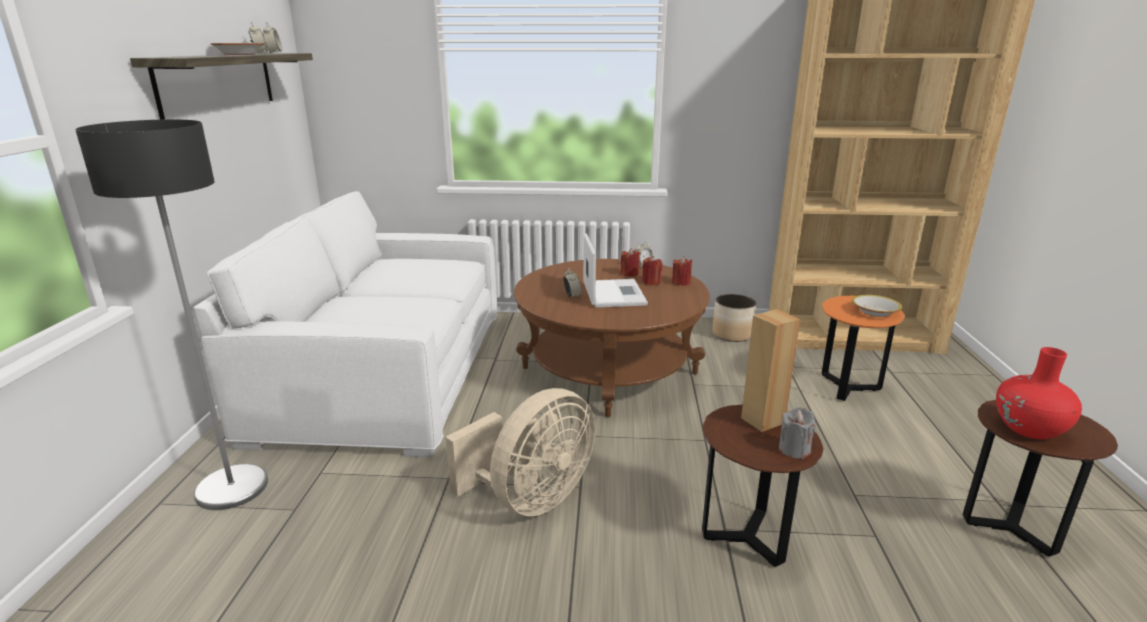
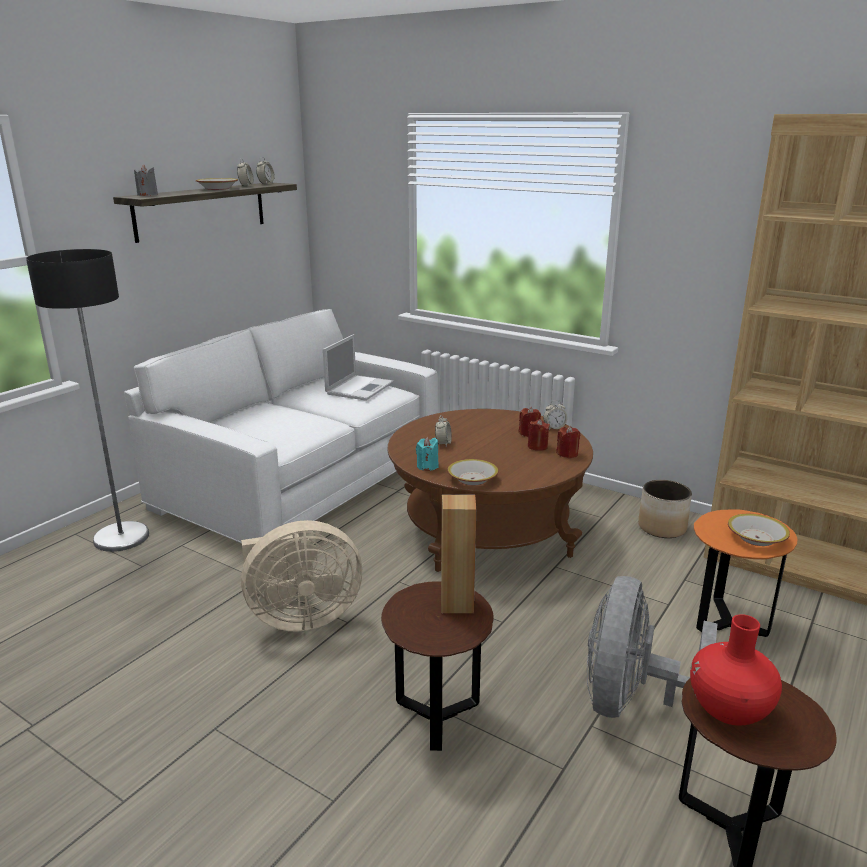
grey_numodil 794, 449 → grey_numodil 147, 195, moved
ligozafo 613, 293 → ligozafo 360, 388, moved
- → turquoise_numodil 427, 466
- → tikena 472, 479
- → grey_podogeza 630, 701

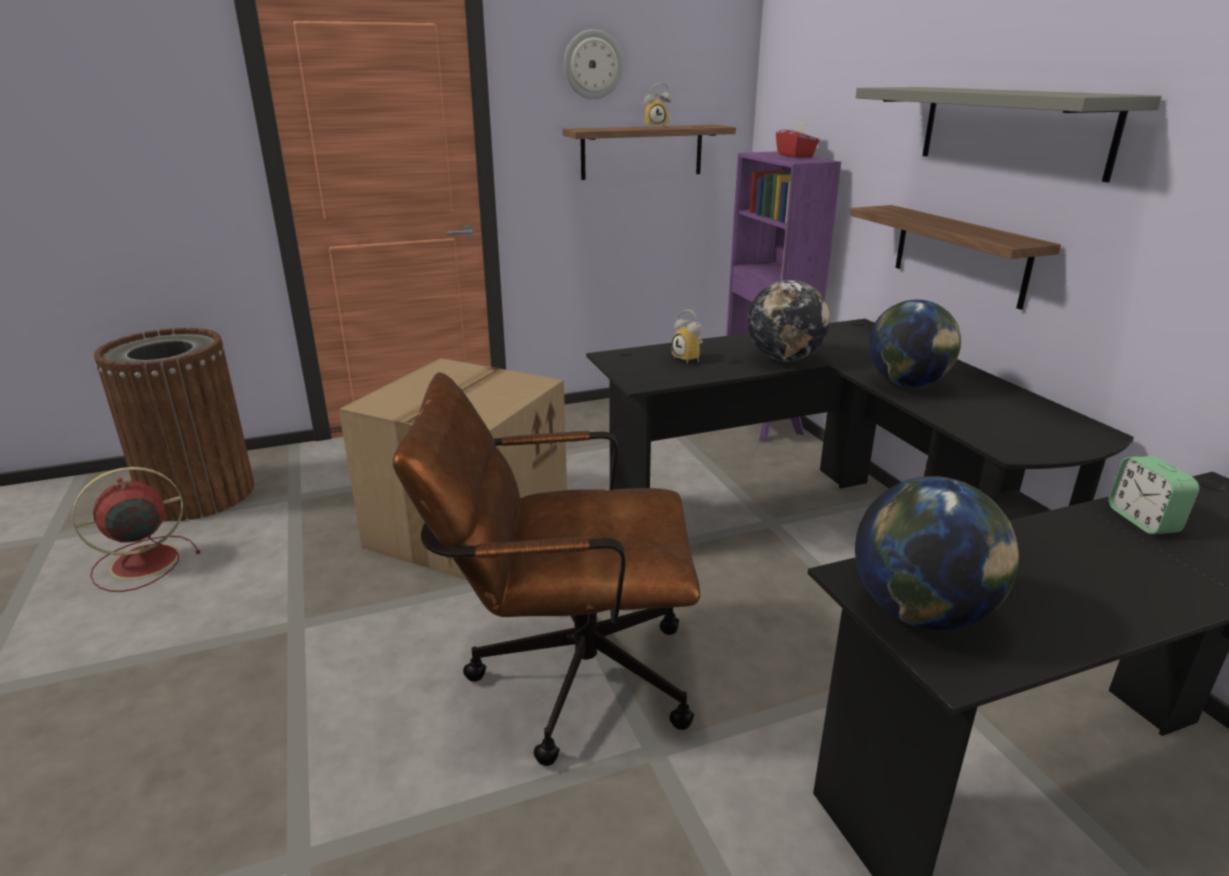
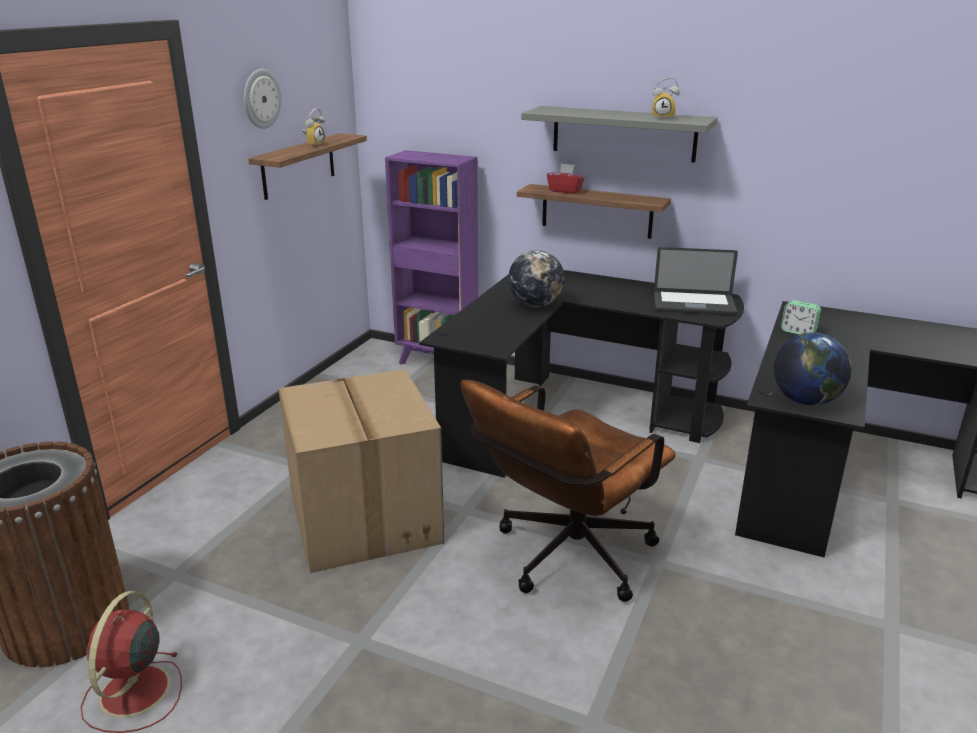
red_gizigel 795, 156 → red_gizigel 565, 191, moved
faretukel 690, 359 → faretukel 663, 118, moved
- → ligozafo 693, 305
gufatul 907, 384 → -

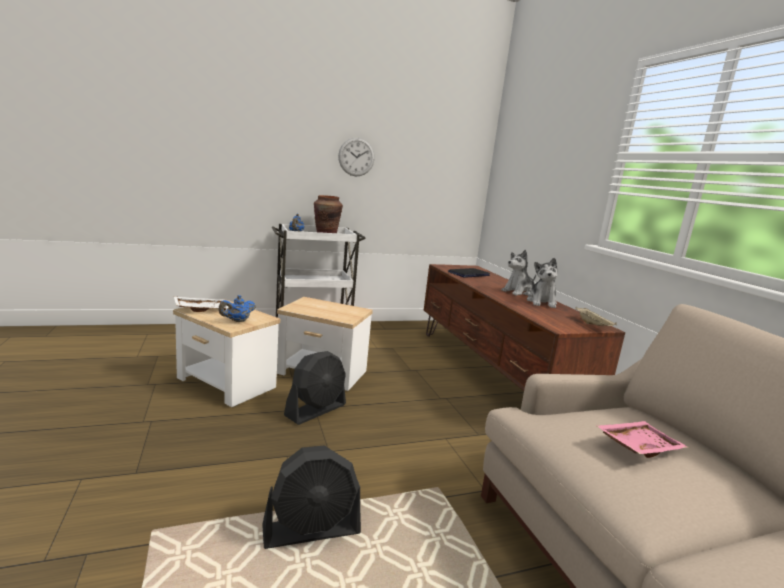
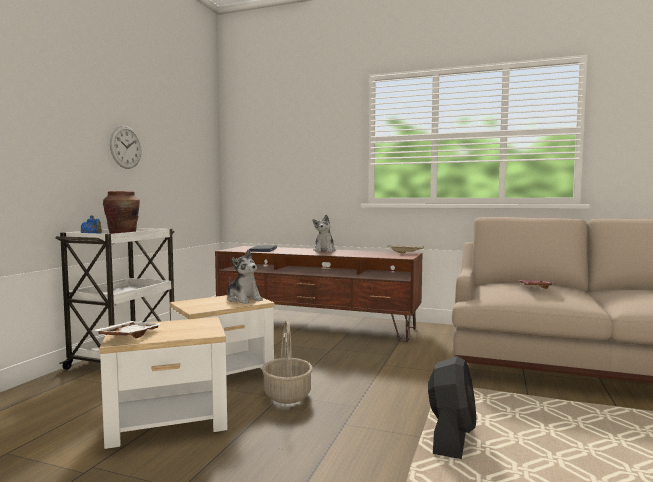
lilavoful 541, 302 → lilavoful 243, 299, moved
black_podogeza 316, 410 → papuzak 287, 395
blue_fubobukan 237, 321 → -

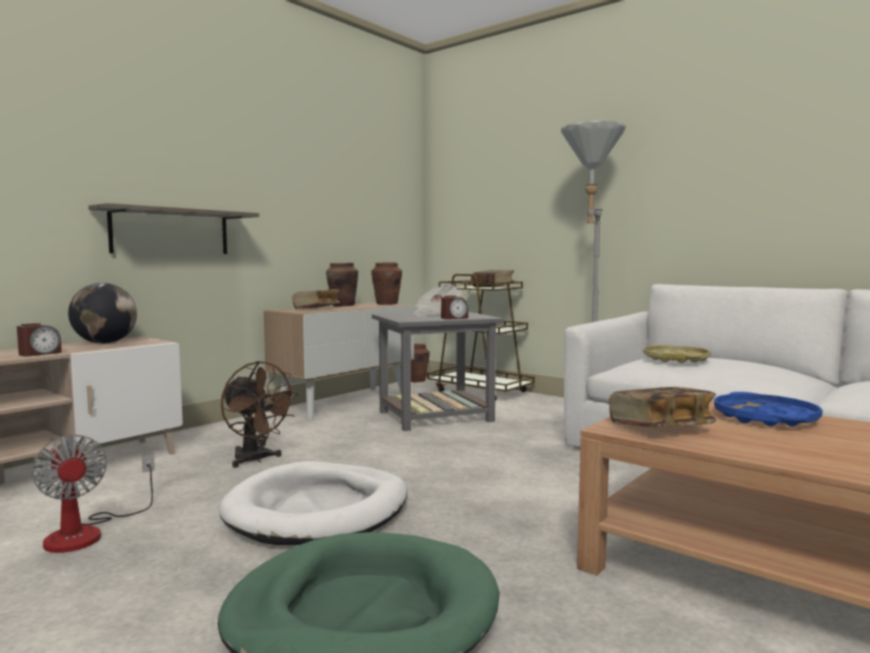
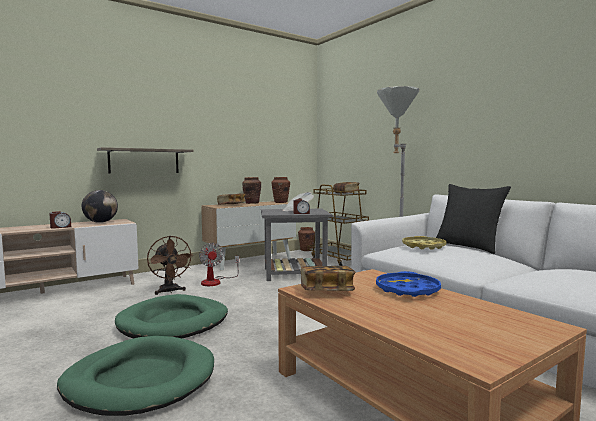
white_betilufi 318, 510 → green_betilufi 174, 322
podogeza 88, 532 → podogeza 215, 281, moved
- → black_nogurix 468, 247

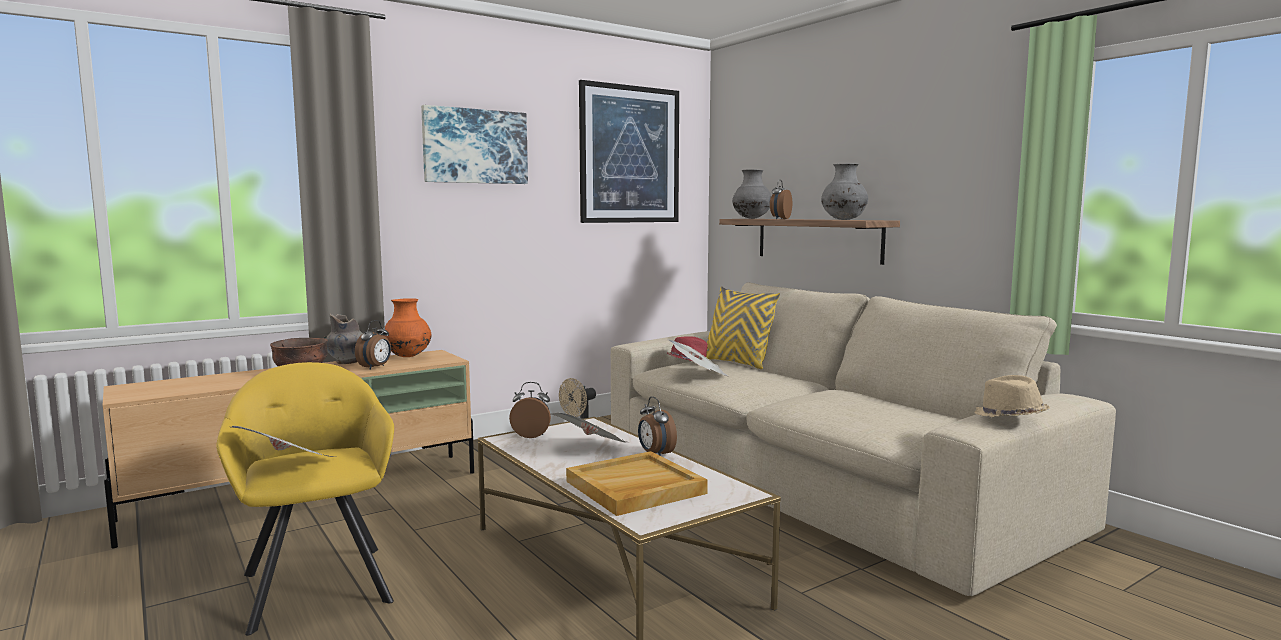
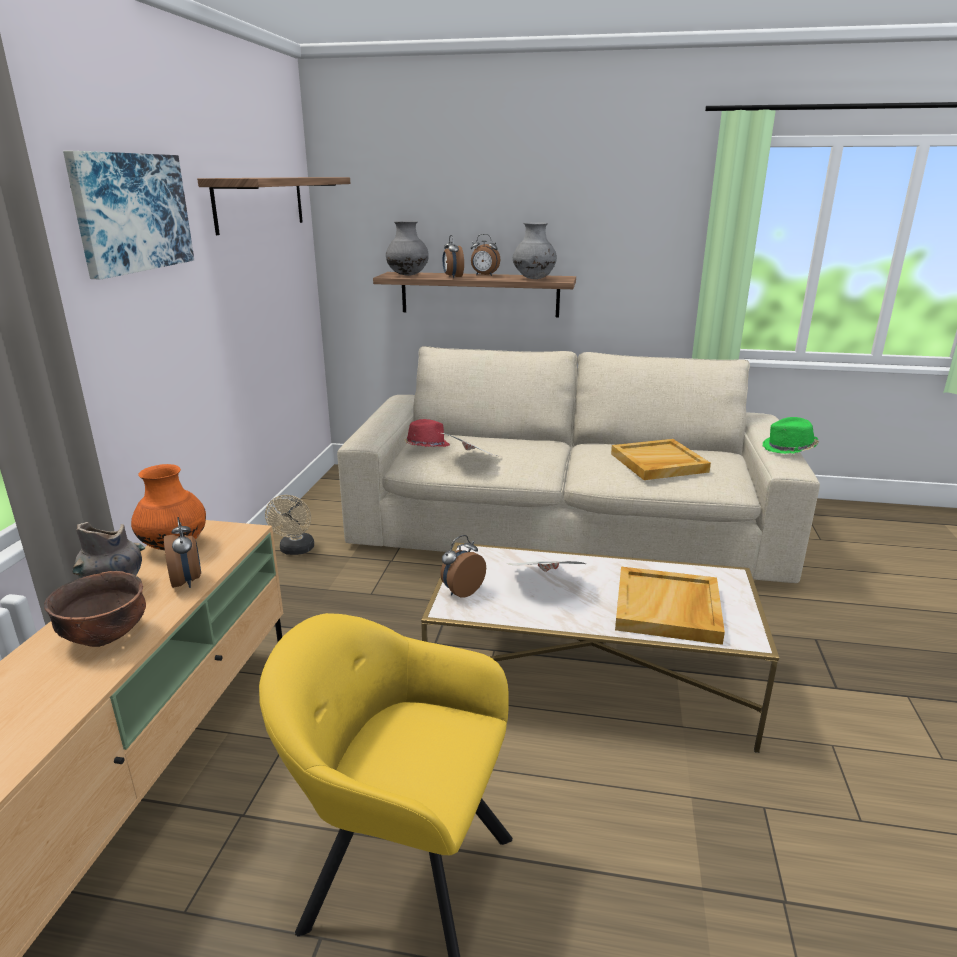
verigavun 630, 155 → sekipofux 260, 203
faretukel 655, 454 → faretukel 484, 275, moved
- → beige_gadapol 658, 463
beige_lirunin 1010, 417 → green_lirunin 789, 448
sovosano 286, 466 → -
yellow_nogurix 737, 363 → -

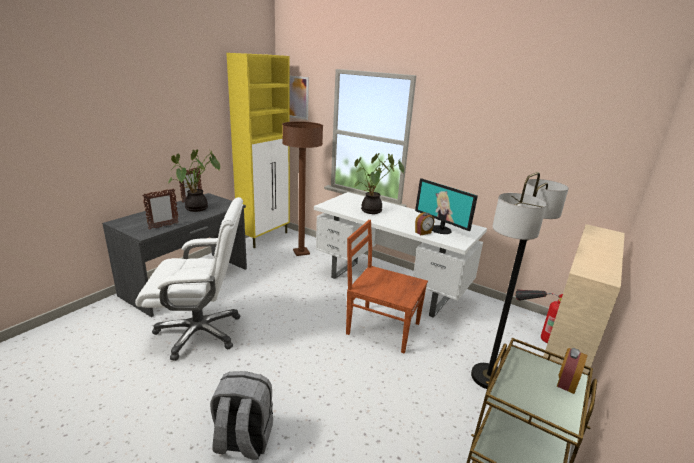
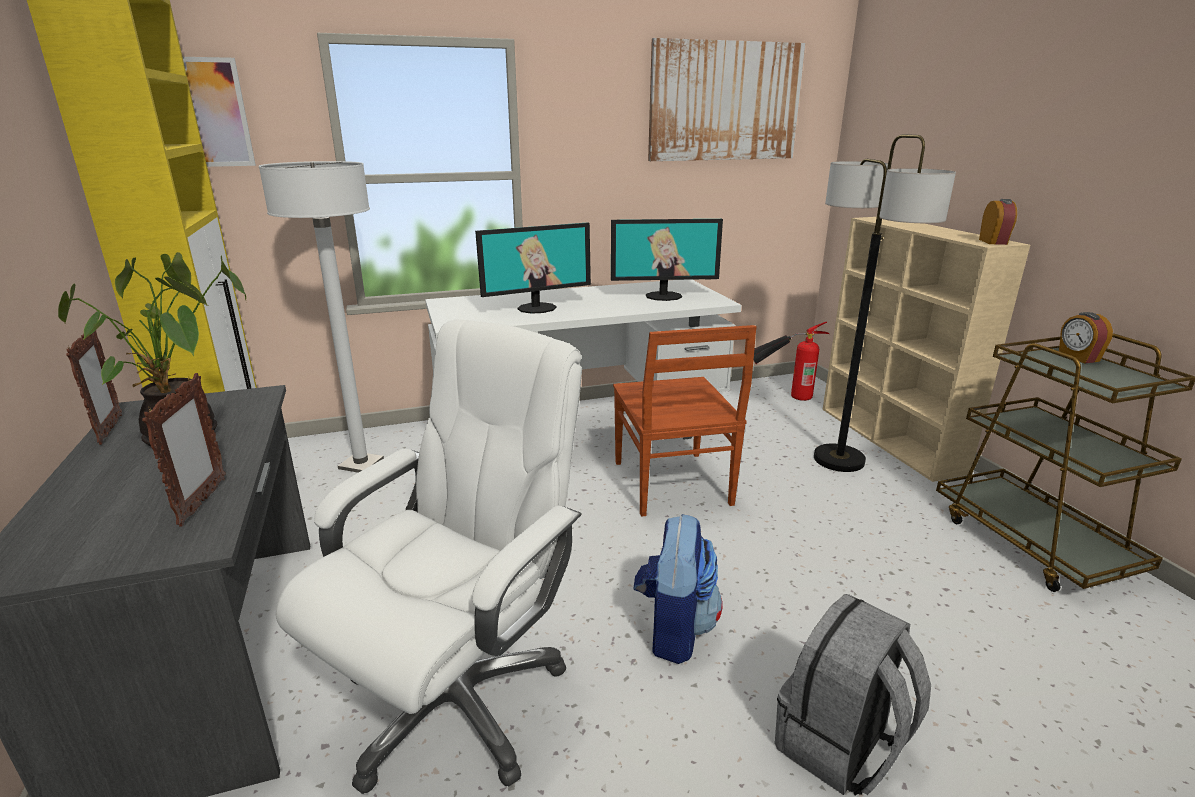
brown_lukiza 301, 252 → white_lukiza 361, 464
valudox 372, 211 → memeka 536, 308
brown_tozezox 381, 327 → brown_tozezox 672, 484, 75 degrees counterclockwise
- → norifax 673, 629
- → verigavun 725, 102
faretukel 423, 232 → faretukel 993, 242, moved

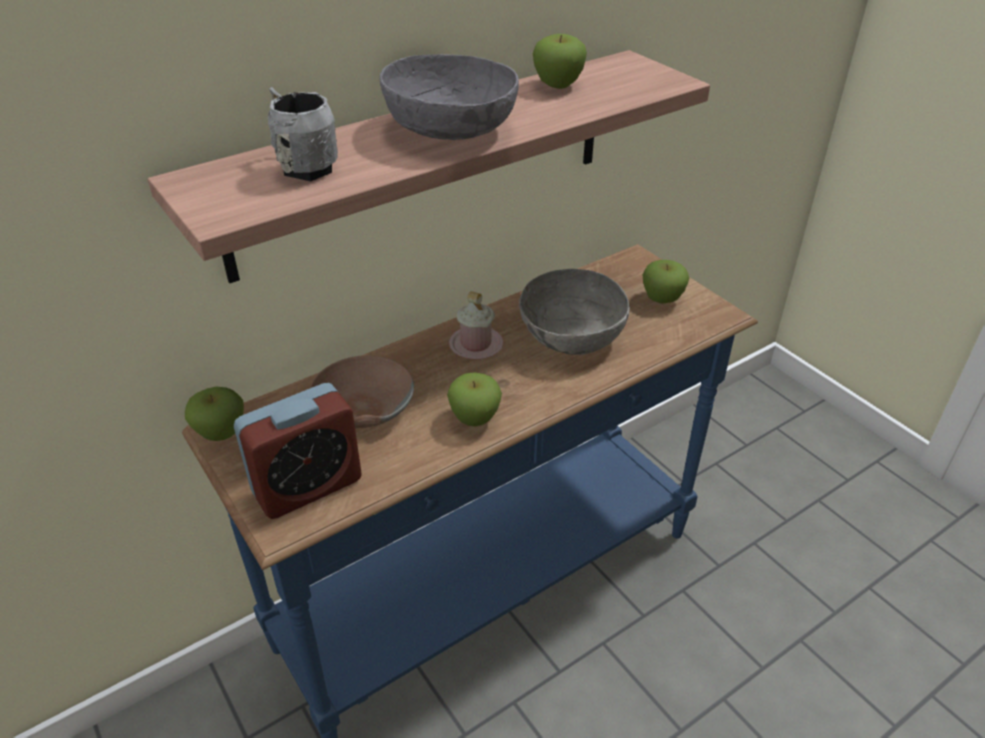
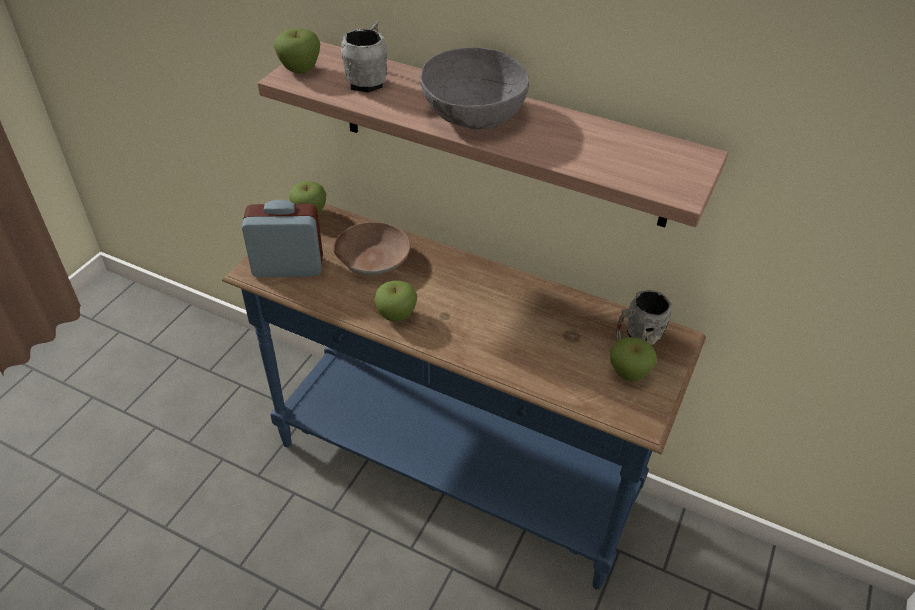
faretukel 307, 486 → faretukel 288, 267, 150 degrees clockwise
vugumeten 558, 85 → vugumeten 300, 69, moved
- → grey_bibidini 637, 336
pink_bibidini 476, 345 → -
grey_tikena 571, 336 → -

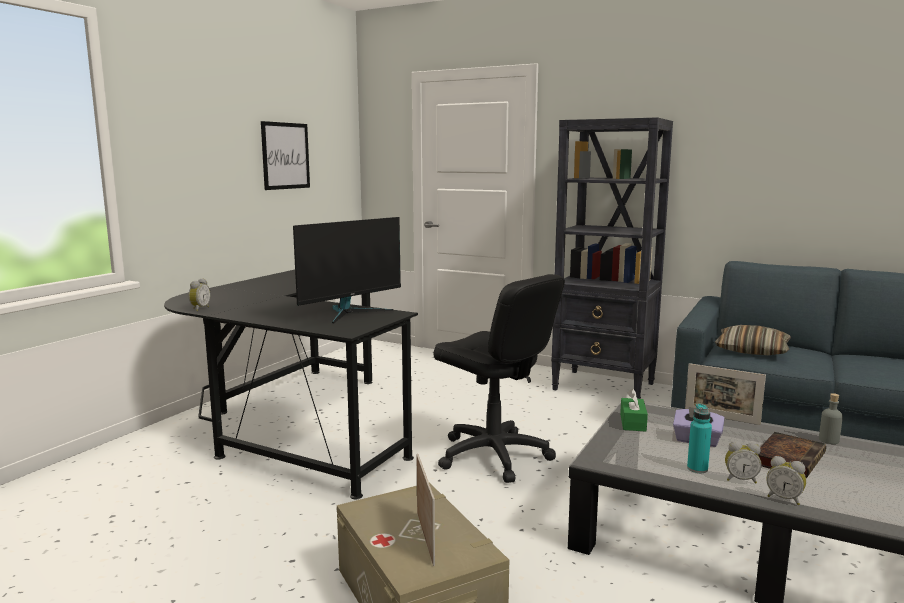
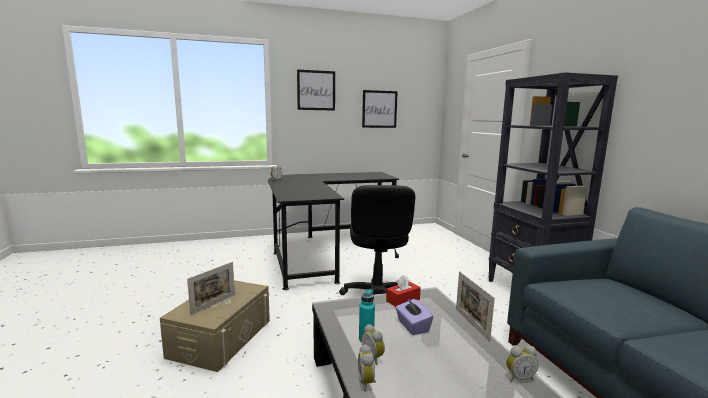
- → verigavun 316, 90
green_gizigel 633, 422 → red_gizigel 403, 300
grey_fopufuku 828, 440 → faretukel 519, 377
memeka 350, 313 → -
nogurix 752, 351 → -
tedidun 788, 458 → -

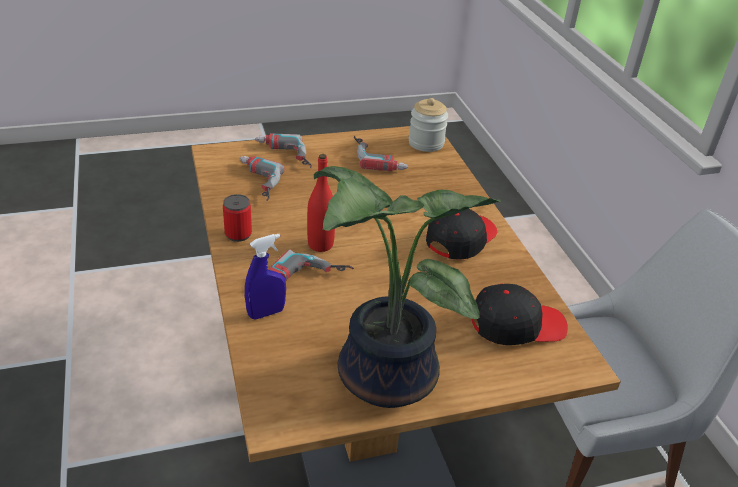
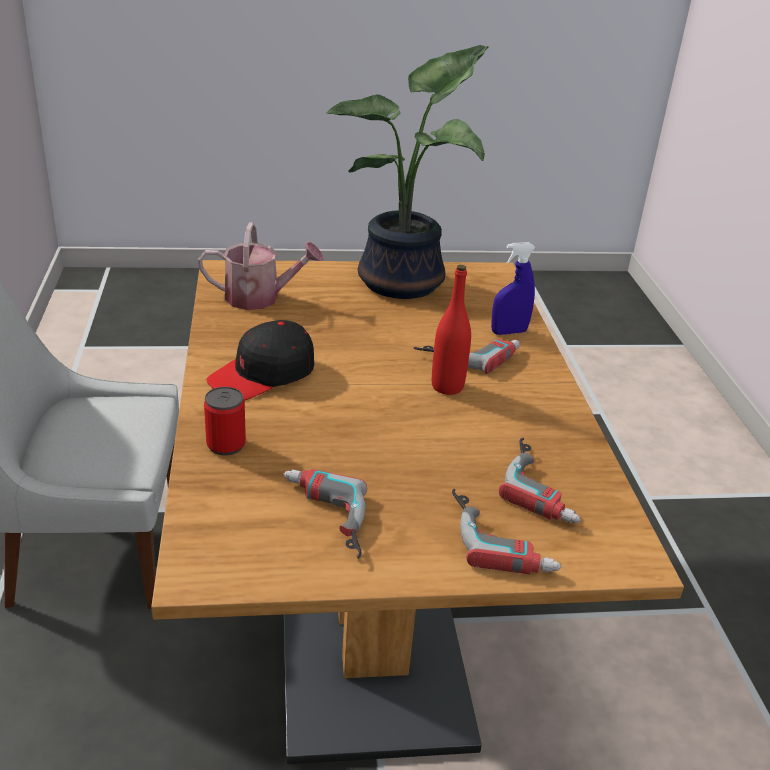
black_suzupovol 516, 324 → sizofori 260, 298
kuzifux 238, 234 → kuzifux 226, 445, moved
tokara 426, 143 → -

